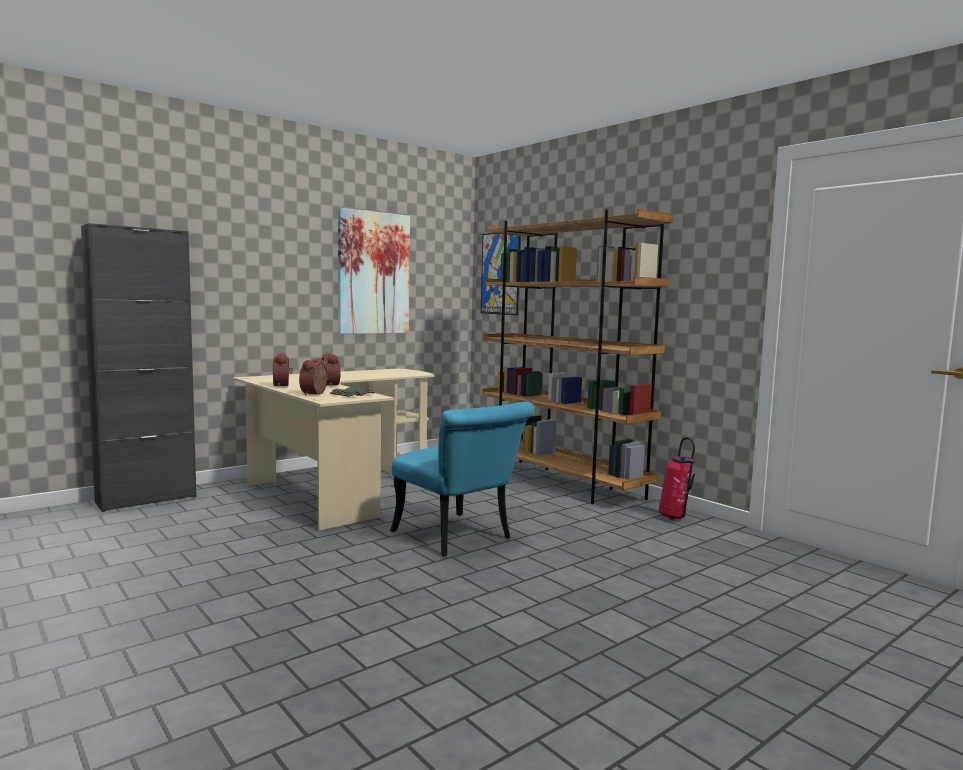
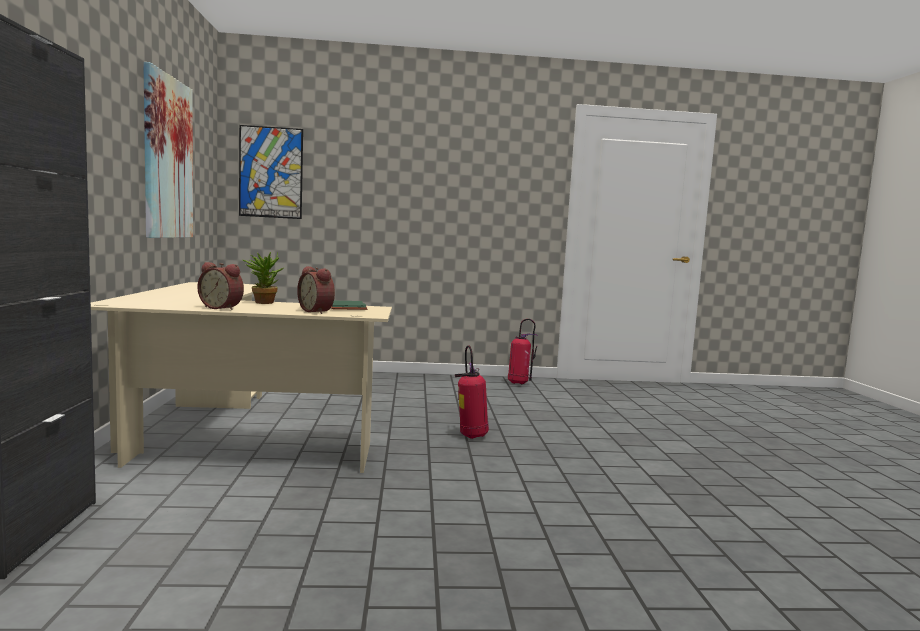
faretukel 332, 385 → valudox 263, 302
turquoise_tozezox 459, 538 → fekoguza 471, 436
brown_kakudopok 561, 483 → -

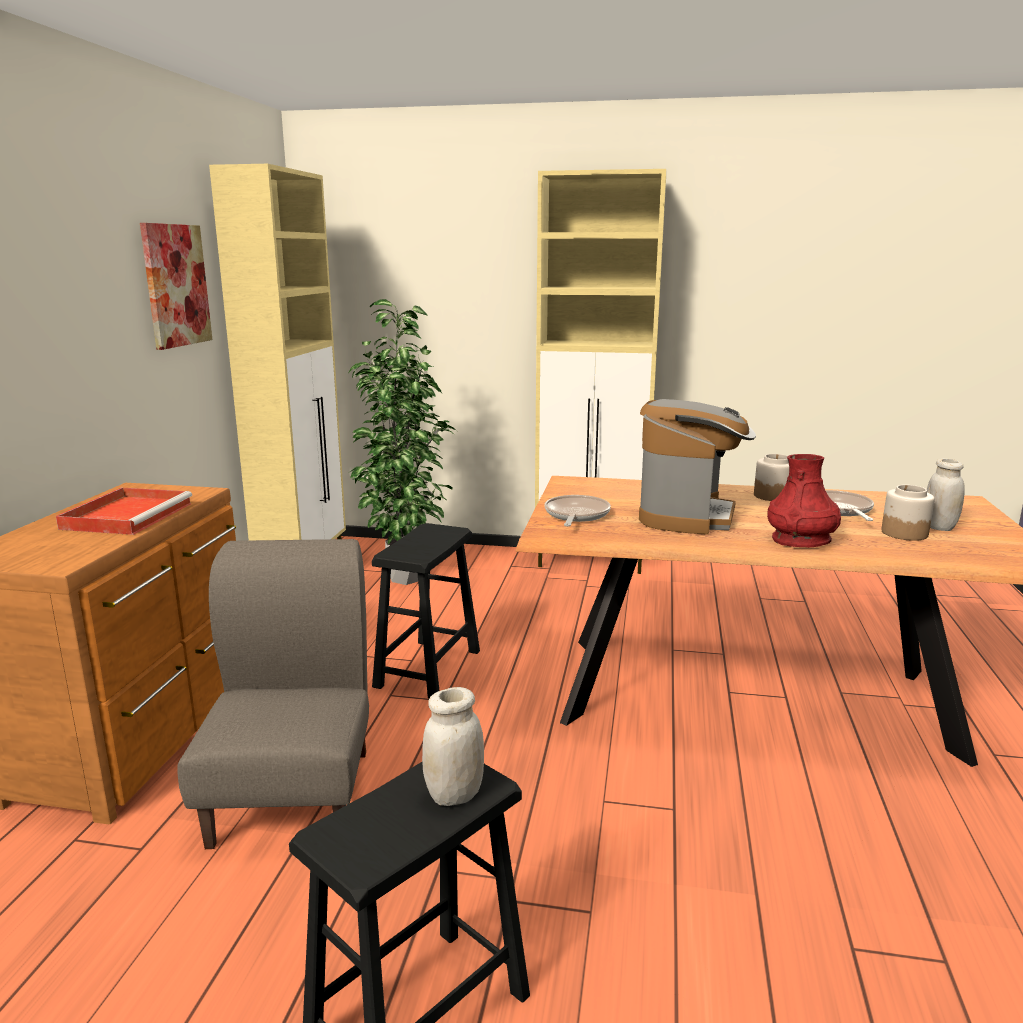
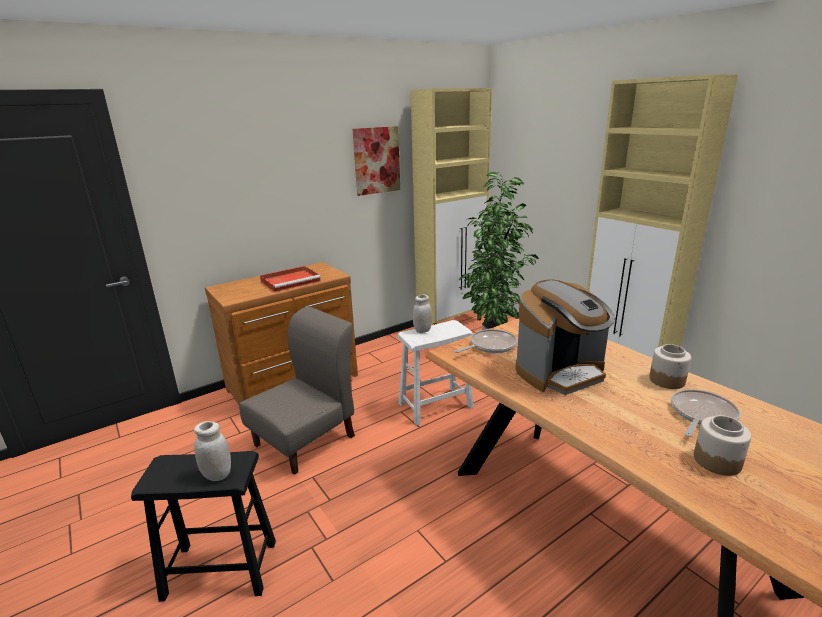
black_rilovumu 427, 668 → white_rilovumu 435, 405
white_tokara 939, 527 → white_tokara 422, 330, moved
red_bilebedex 801, 540 → -

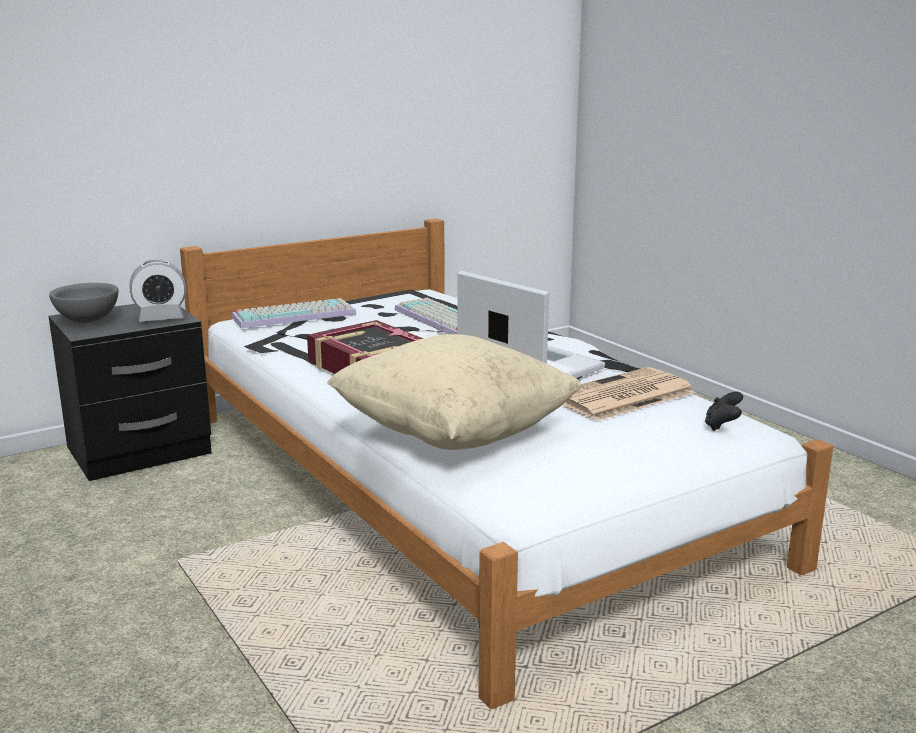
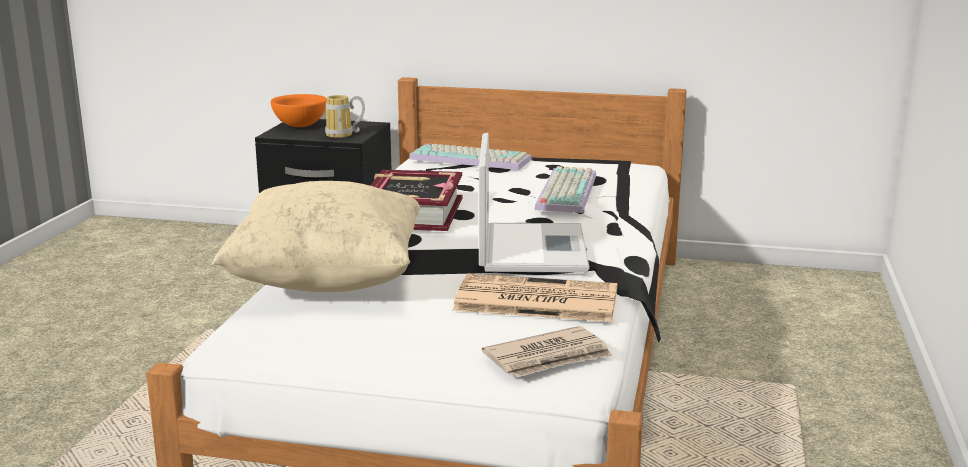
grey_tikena 88, 320 → orange_tikena 301, 126
faretukel 161, 318 → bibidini 343, 135
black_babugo 722, 426 → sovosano 549, 358

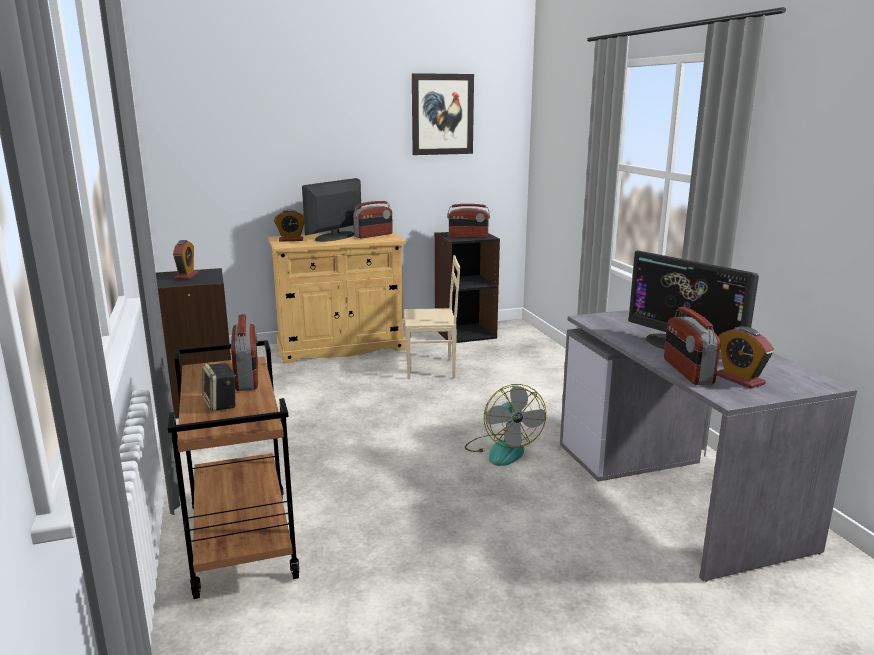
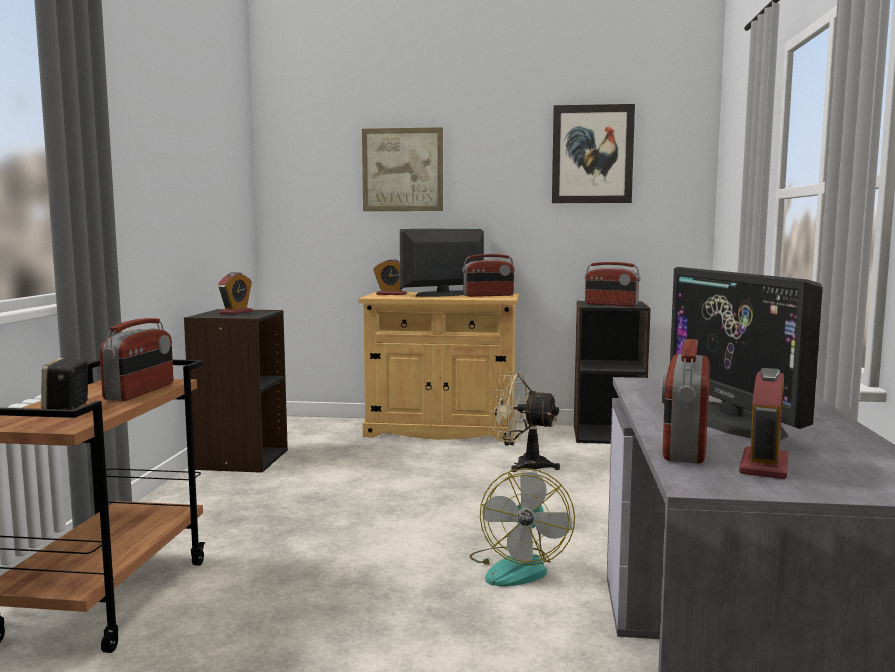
- → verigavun 402, 170
beige_tozezox 431, 369 → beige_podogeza 523, 465
faretukel 739, 379 → faretukel 764, 465, 150 degrees counterclockwise

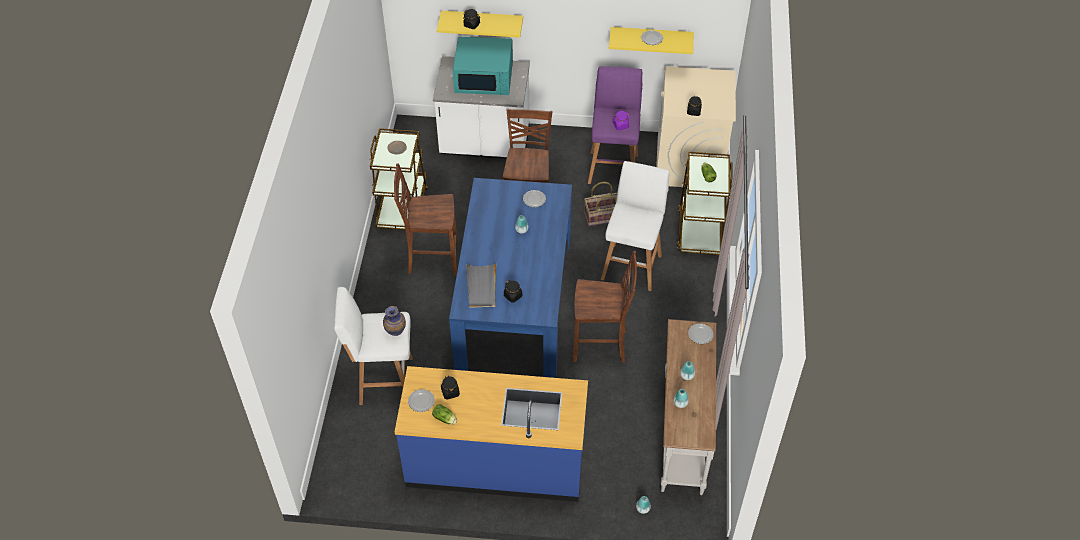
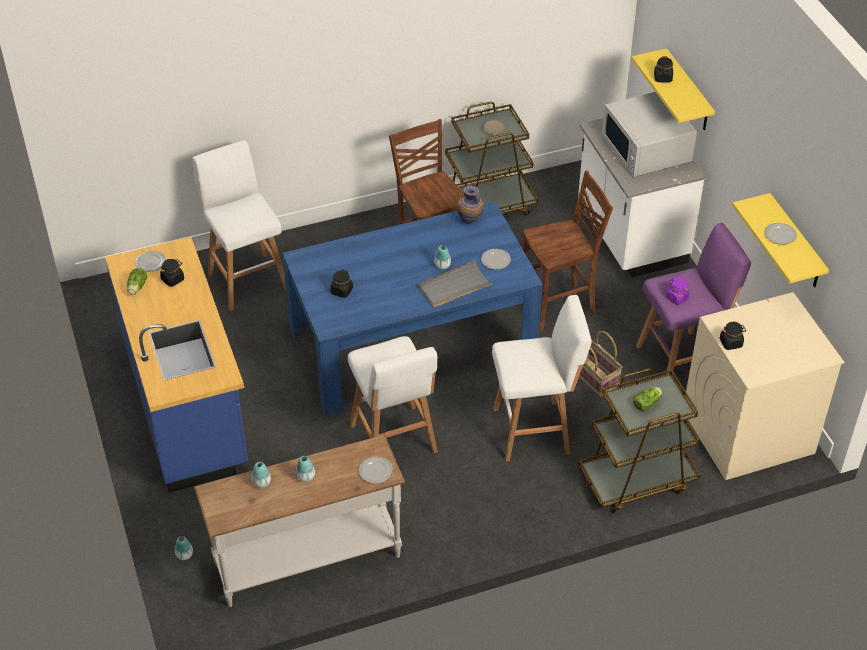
brown_tozezox 601, 345 → white_rilovumu 394, 441
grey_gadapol 481, 287 → grey_gadapol 454, 287, moved
bilebedex 396, 332 → bilebedex 470, 222, moved
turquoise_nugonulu 484, 78 → white_nugonulu 646, 150

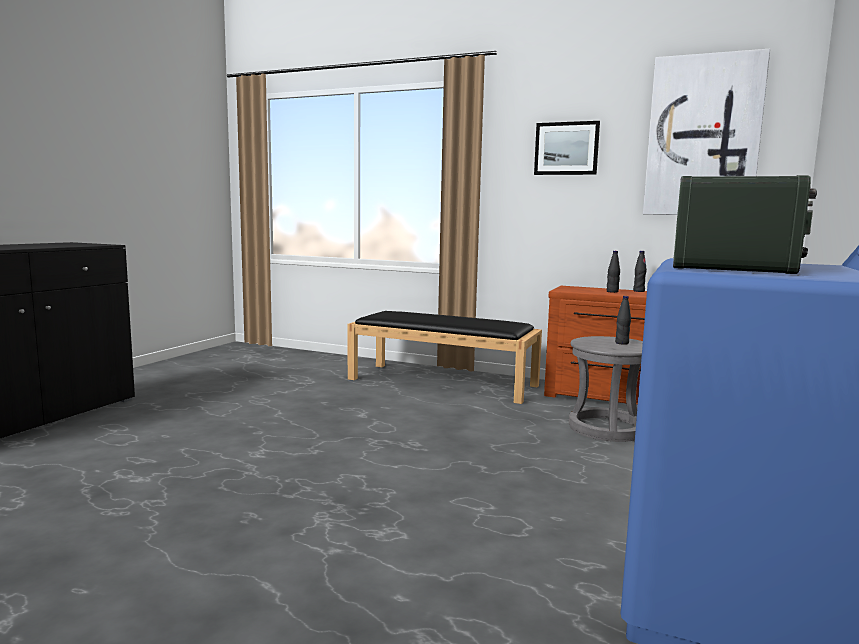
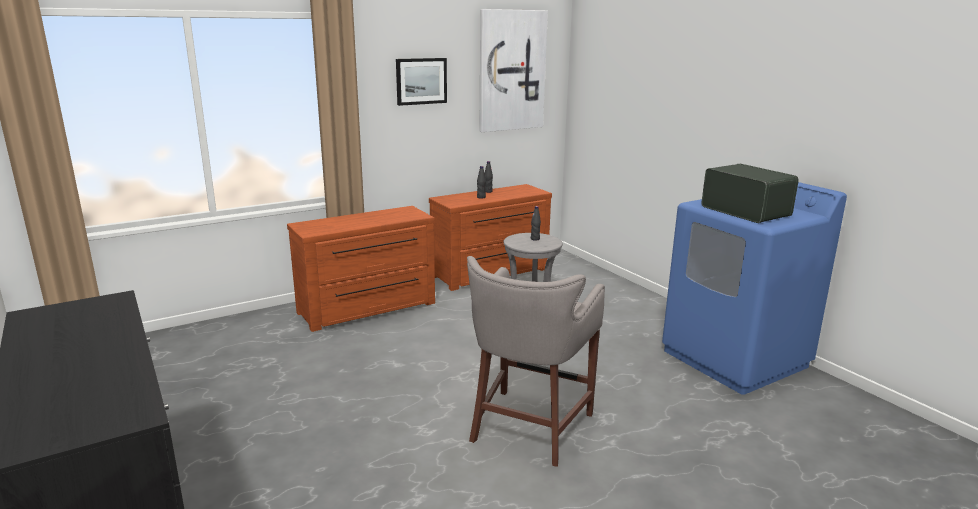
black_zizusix 444, 382 → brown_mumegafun 368, 309
- → grey_rilovumu 528, 428

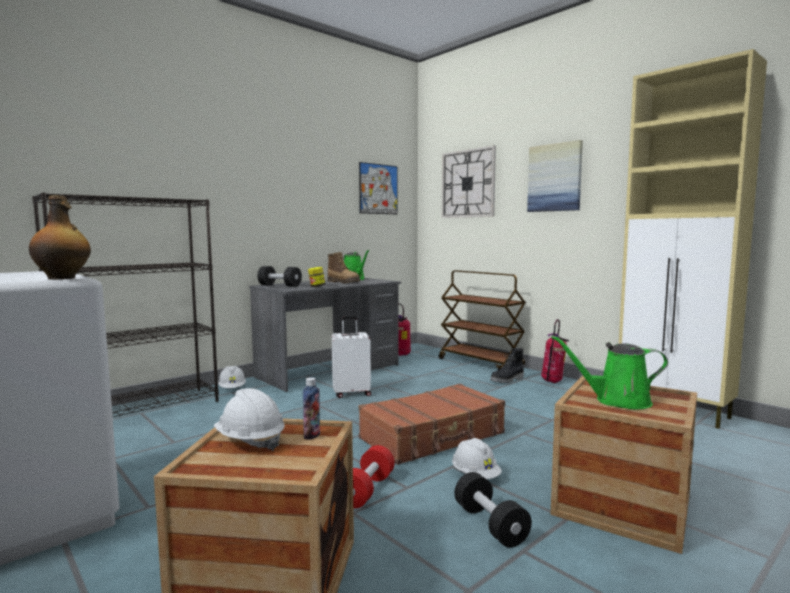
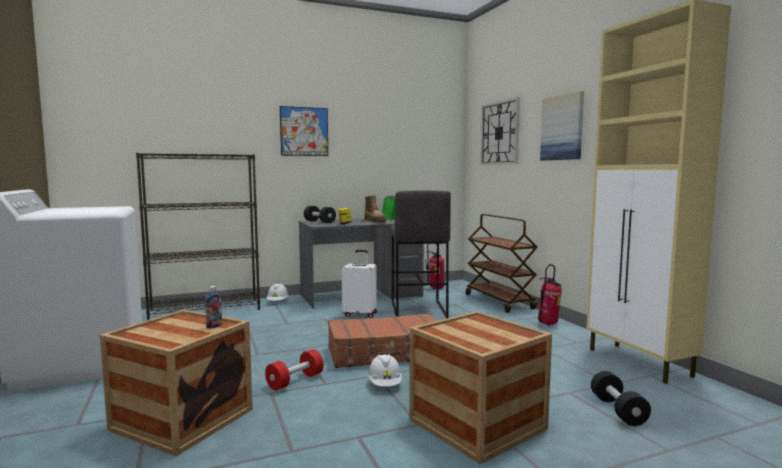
verigavun 378, 189 → verigavun 304, 131, moved
- → grey_rilovumu 417, 310
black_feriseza 490, 524 → black_feriseza 618, 410, moved
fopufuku 62, 278 → -
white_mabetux 250, 441 → -
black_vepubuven 507, 380 → -
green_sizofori 617, 401 → -

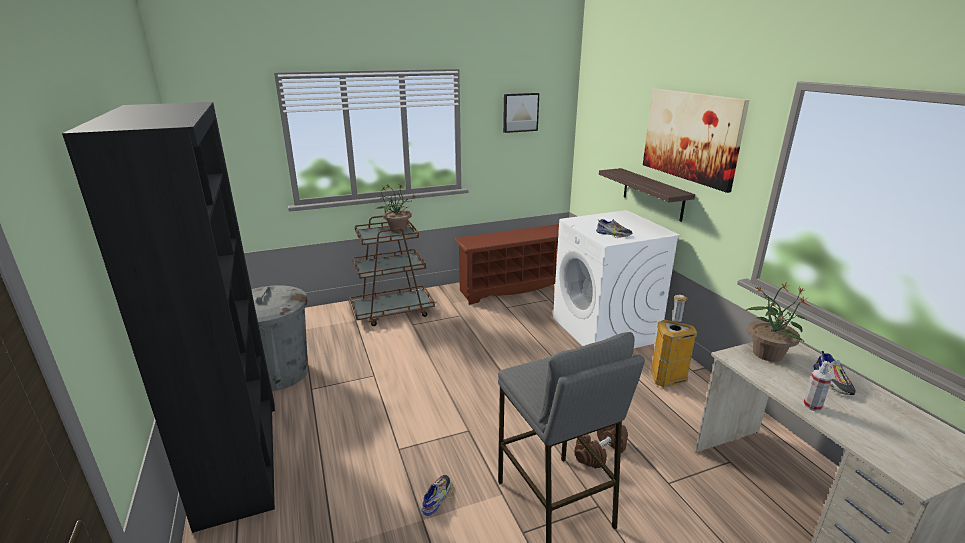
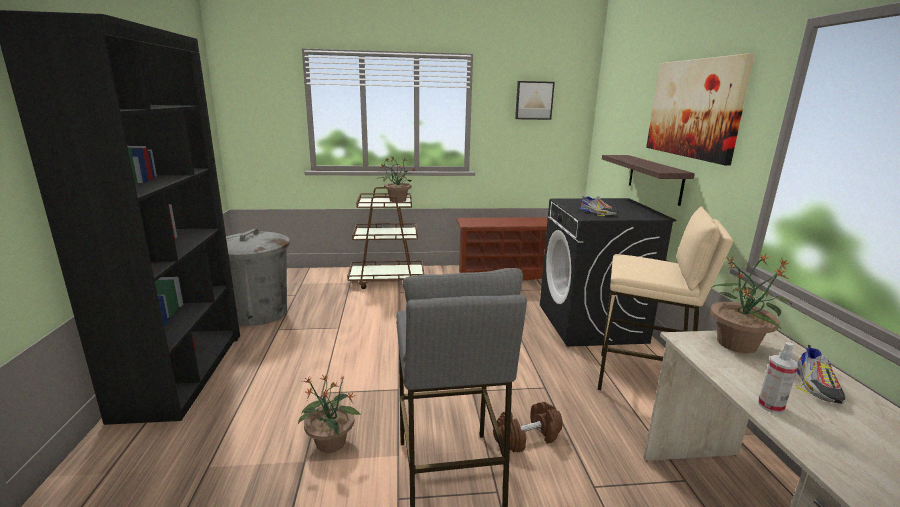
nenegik 436, 497 → valudox 331, 443
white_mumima 605, 330 → black_mumima 591, 323
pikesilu 667, 379 → beige_rilovumu 642, 380

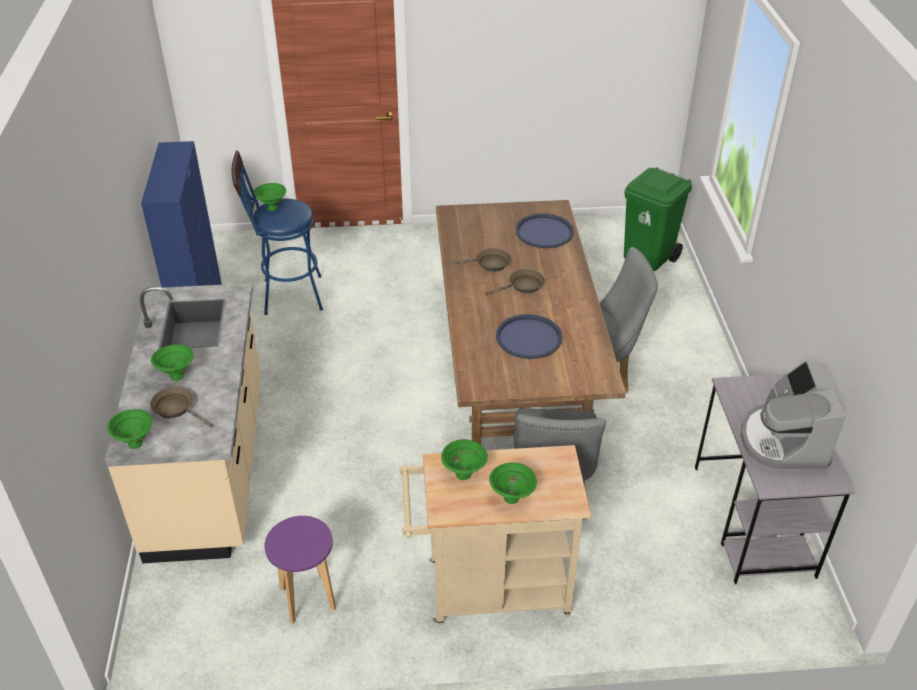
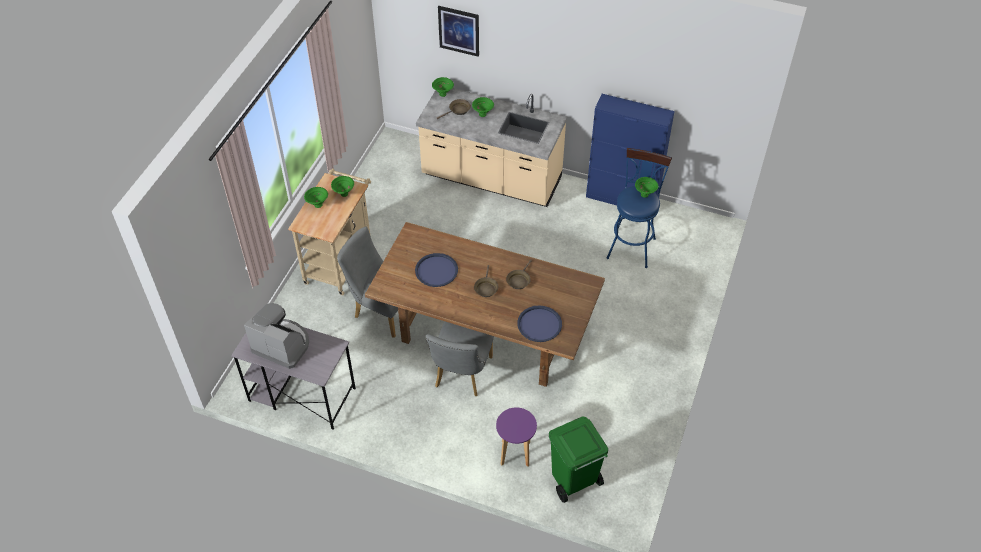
- → verigavun 459, 30
purple_rilovumu 308, 598 → purple_rilovumu 515, 454, moved

